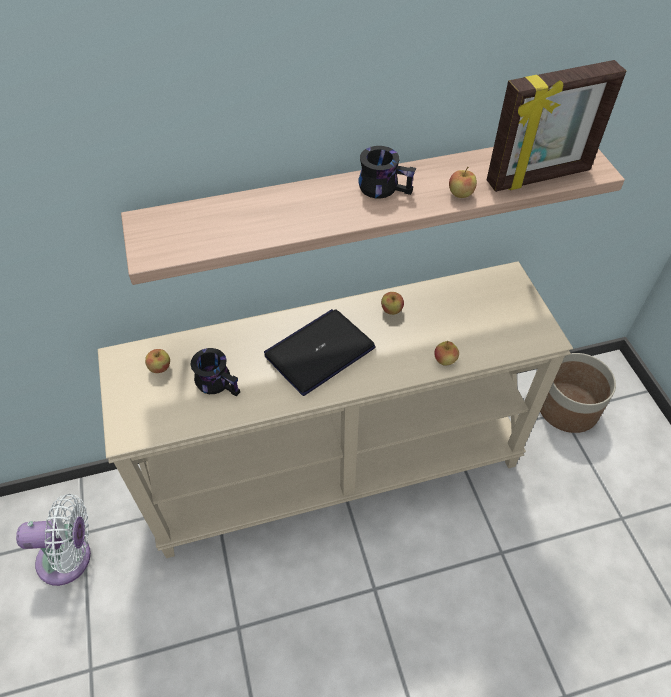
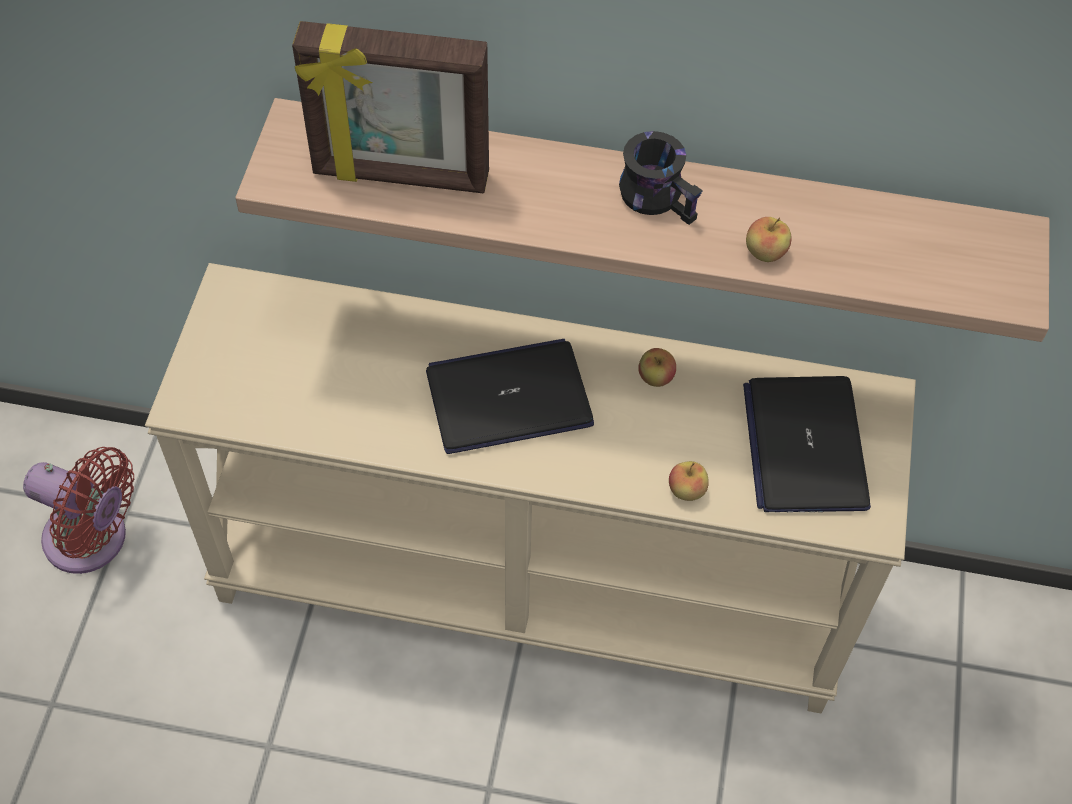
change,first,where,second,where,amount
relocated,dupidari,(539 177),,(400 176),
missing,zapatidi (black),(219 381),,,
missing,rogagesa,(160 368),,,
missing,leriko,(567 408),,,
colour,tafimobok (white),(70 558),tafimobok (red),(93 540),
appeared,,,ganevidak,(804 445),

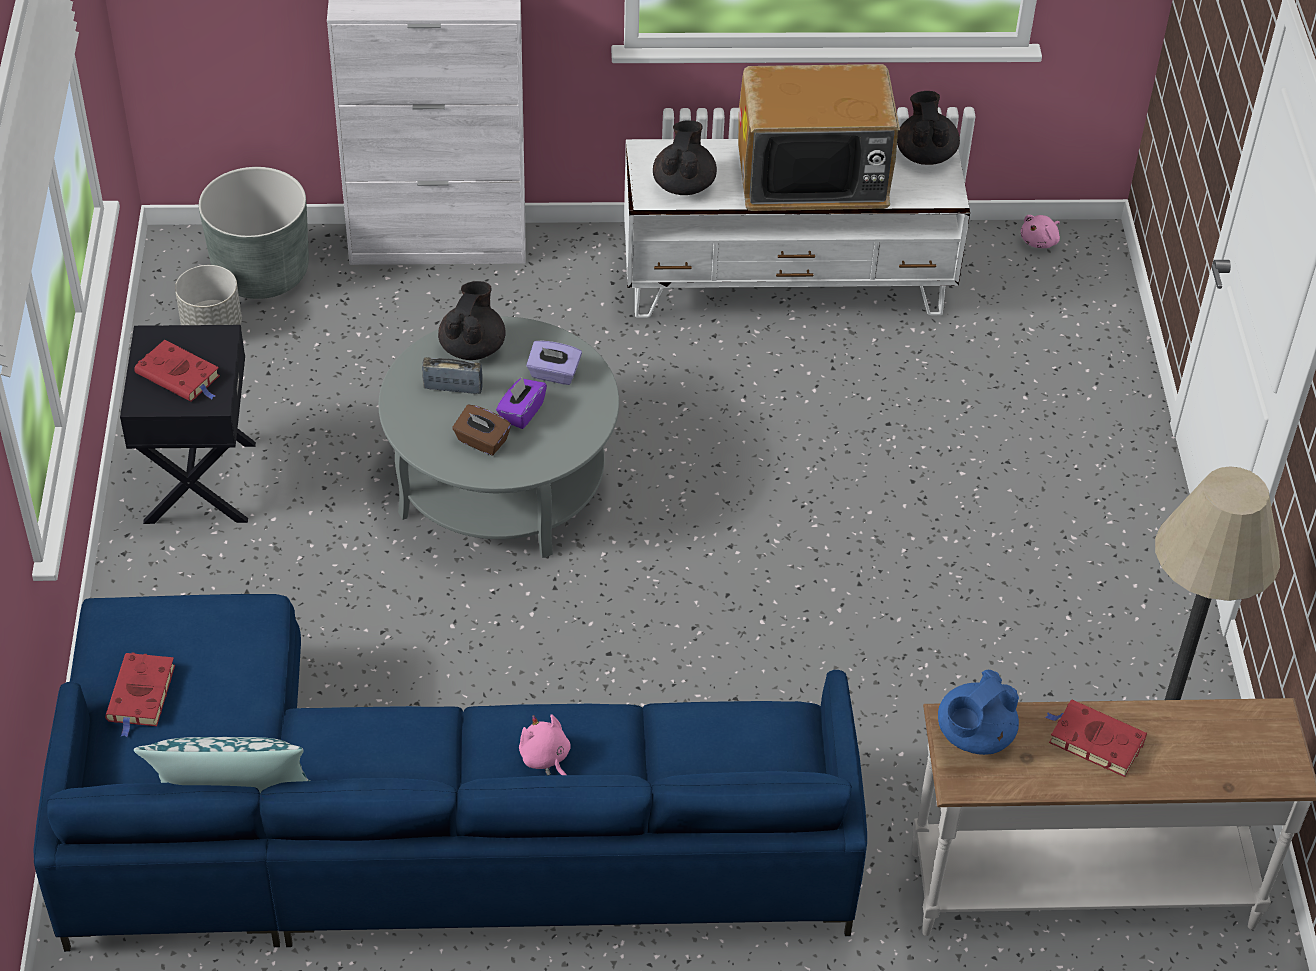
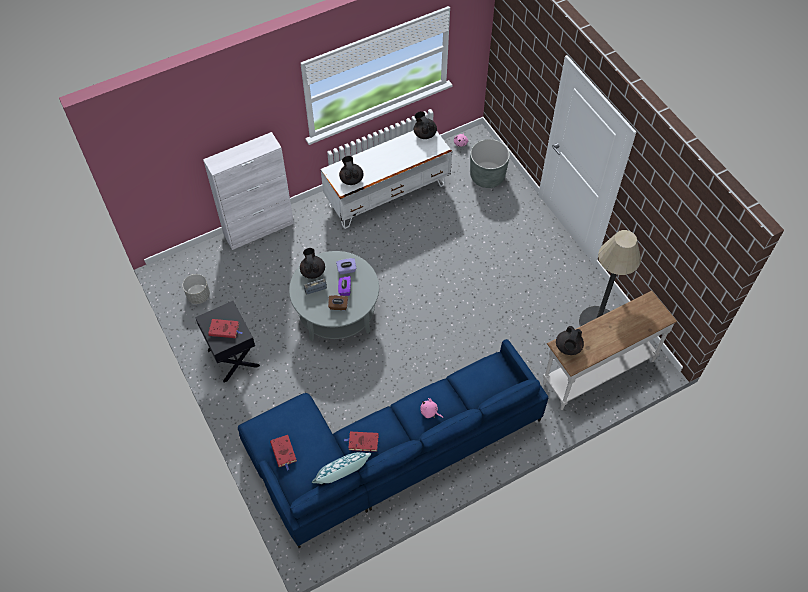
change,first,where,second,where,amount
missing,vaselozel,(813 176),,,
relocated,leriko (grey),(261 272),,(487 176),
colour,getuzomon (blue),(973 736),getuzomon (black),(568 347),
relocated,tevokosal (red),(1094 740),,(362 442),

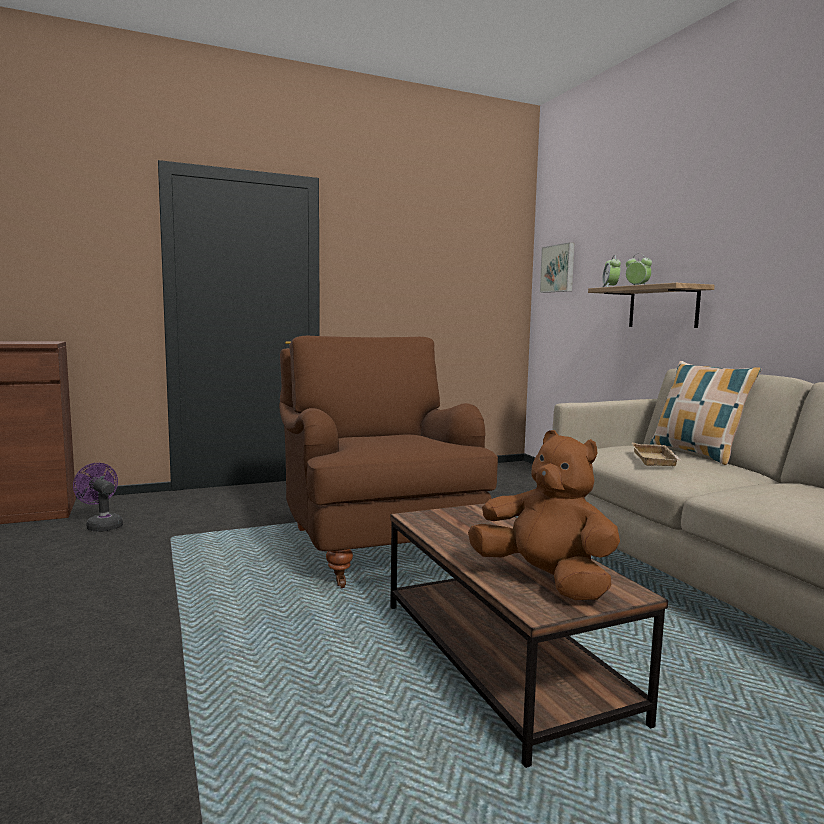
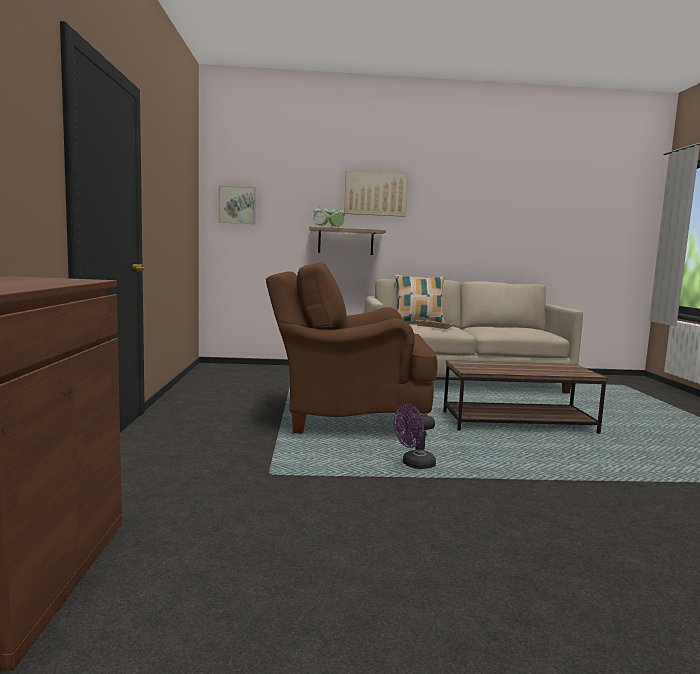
change,first,where,second,where,amount
missing,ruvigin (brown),(545 580),,,
relocated,tafimobok (purple),(102 525),,(414 465),
appeared,,,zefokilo,(375 194),

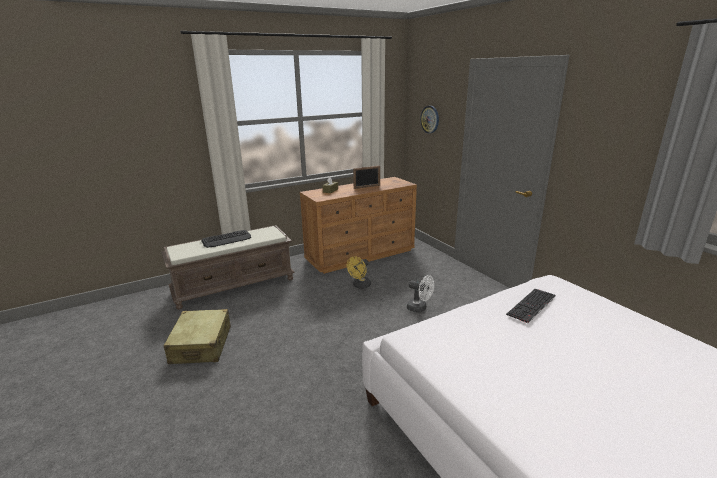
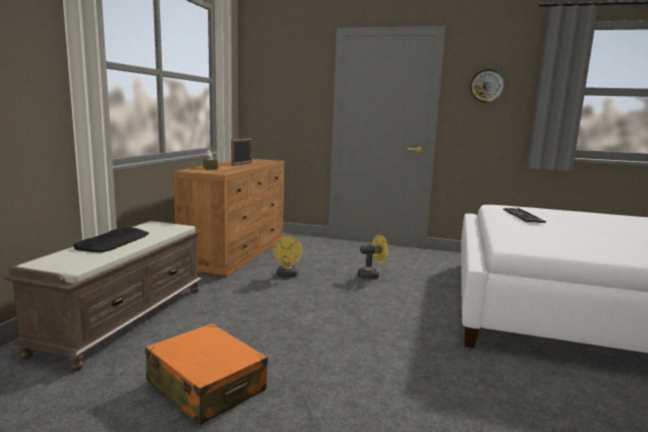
change,first,where,second,where,amount
relocated,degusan,(430 119),,(486 86),
colour,tafimobok (white),(419 308),tafimobok (yellow),(371 275),
colour,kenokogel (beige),(201 345),kenokogel (orange),(206 386),

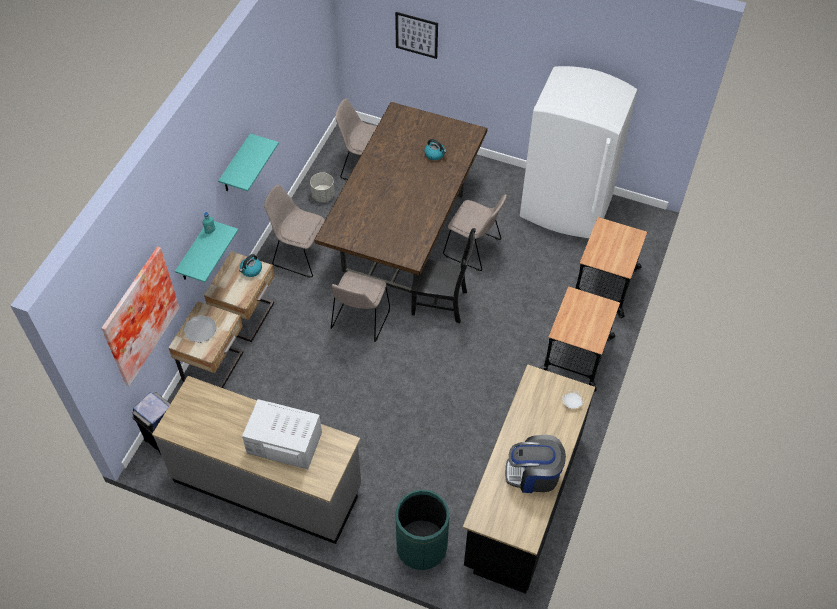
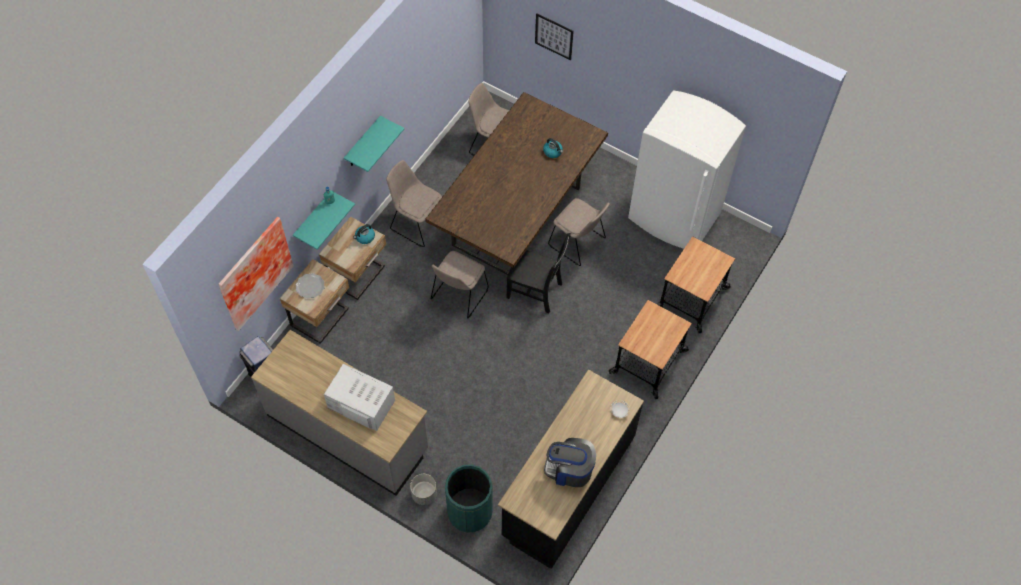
change,first,where,second,where,amount
relocated,leriko (grey),(323 195),,(424 494),

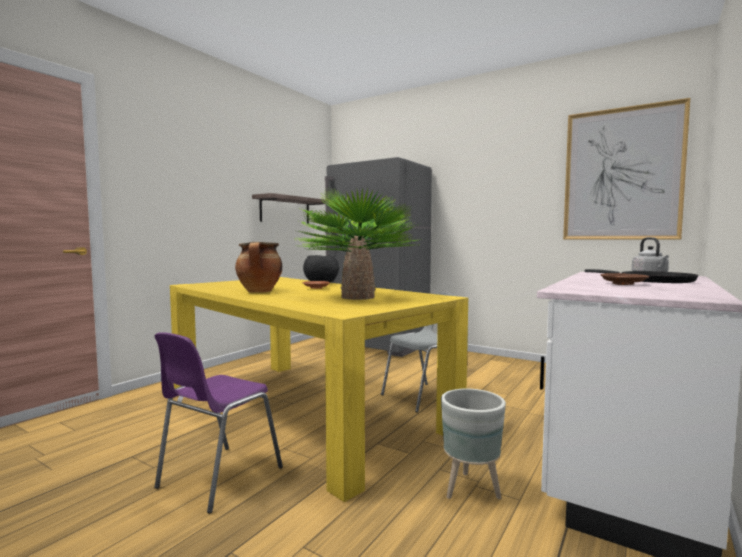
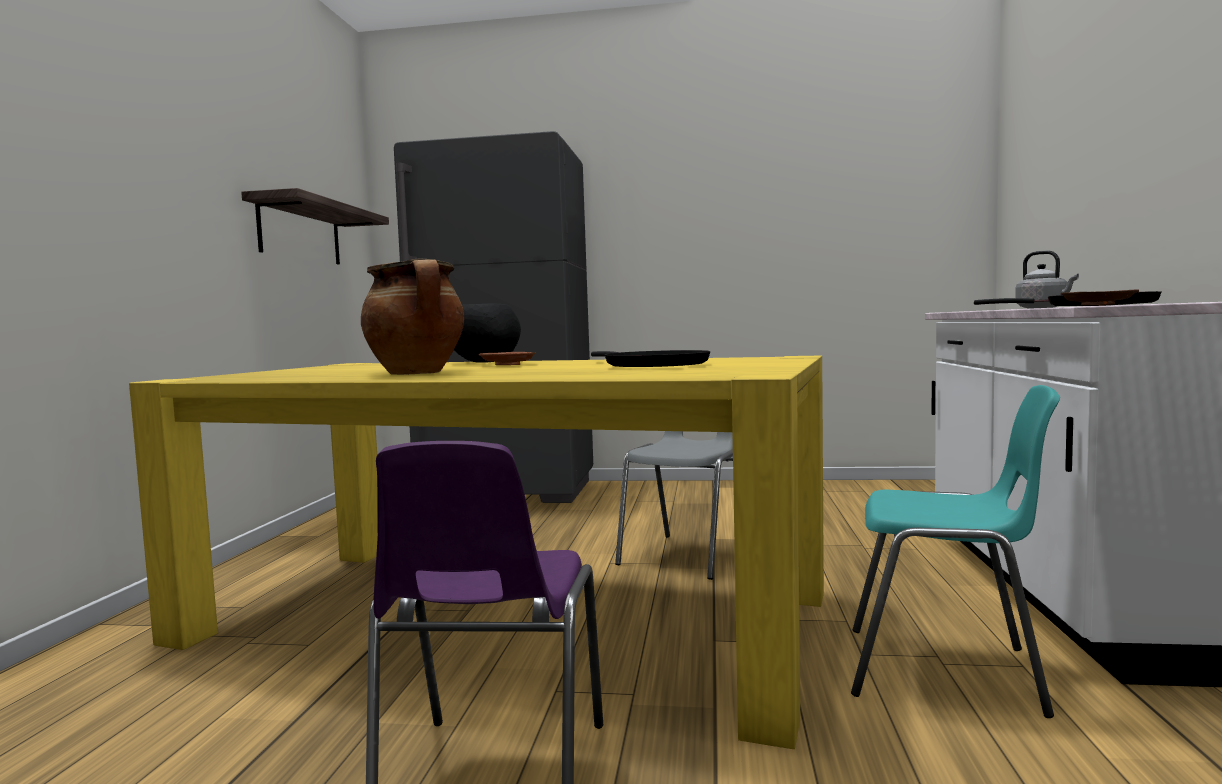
change,first,where,second,where,amount
missing,zefokilo,(622 174),,,
exchanged,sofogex,(357 297),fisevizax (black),(651 365),
exchanged,leriko (grey),(471 490),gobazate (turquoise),(947 672),

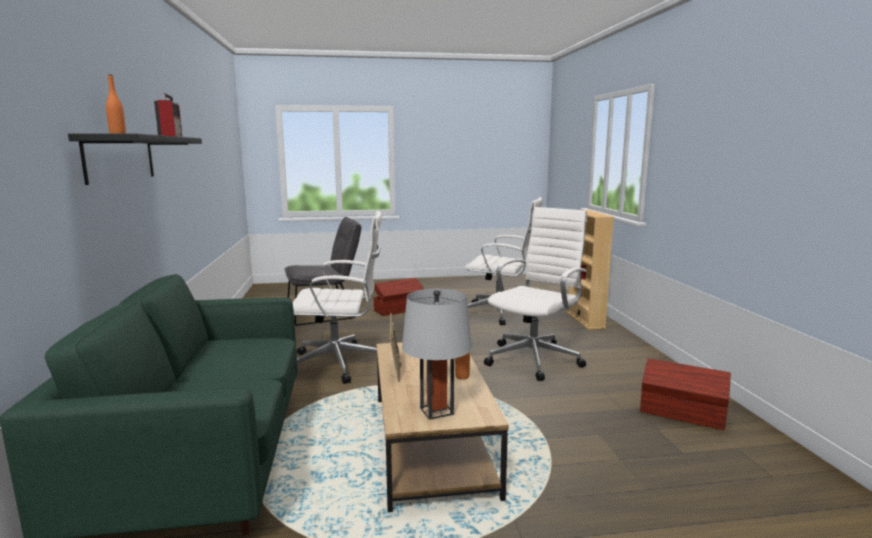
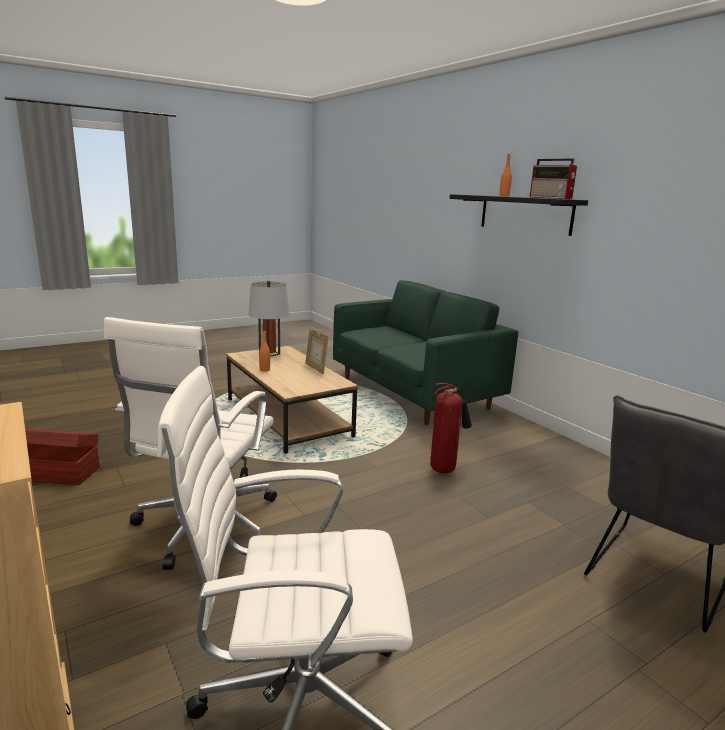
change,first,where,second,where,amount
exchanged,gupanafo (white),(340 363),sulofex,(445 469),
missing,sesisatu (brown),(399 310),,,

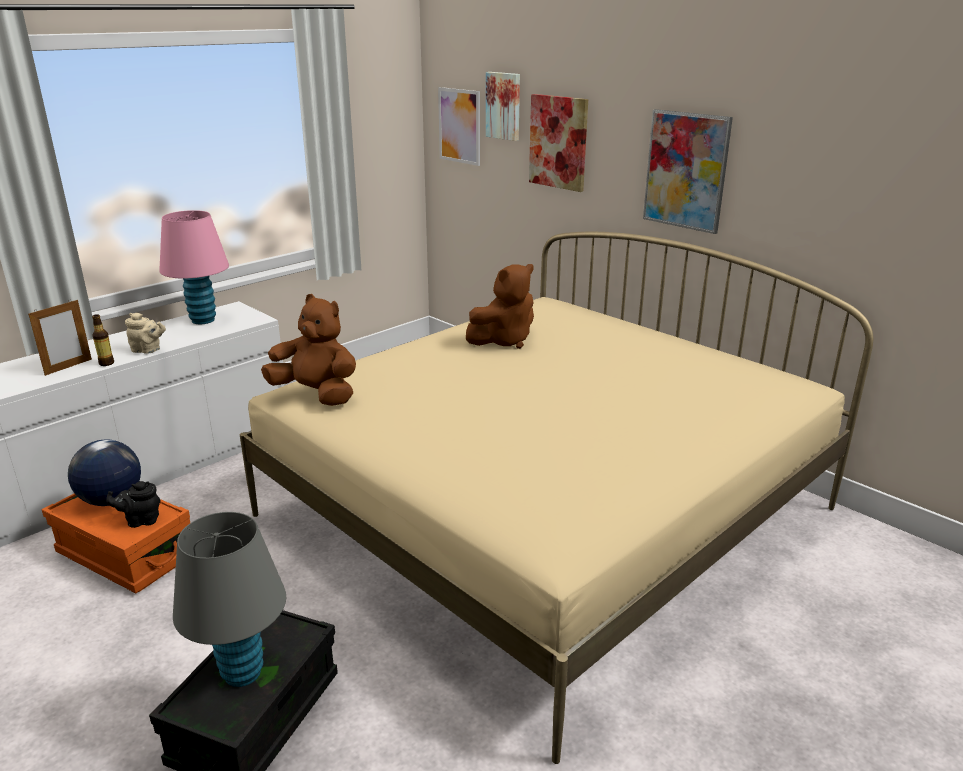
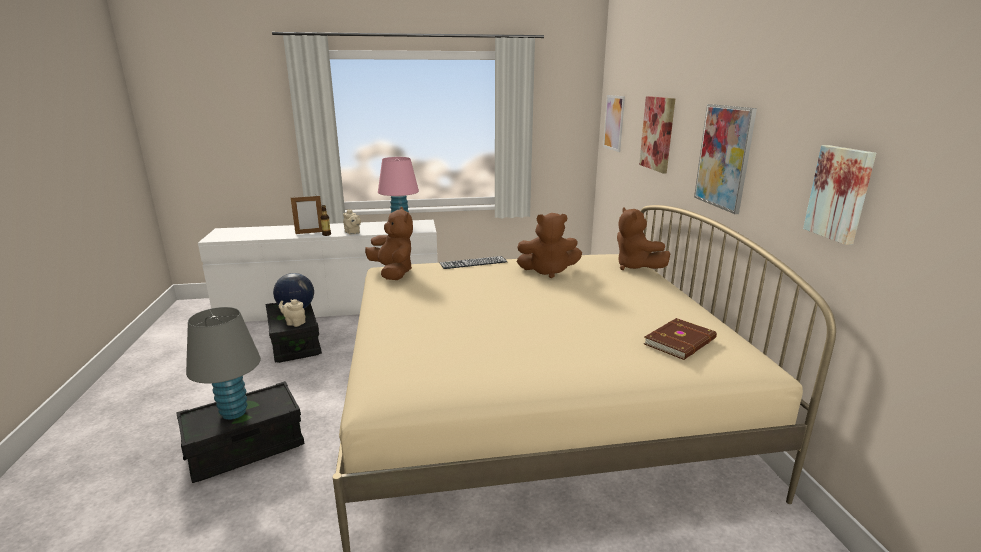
change,first,where,second,where,amount
relocated,zefokilo,(504 106),,(840 193),
colour,getuzomon (black),(141 520),getuzomon (beige),(294 323),
colour,sesisatu (orange),(126 555),sesisatu (black),(295 343),
appeared,,,ruvigin (brown),(635 267),
appeared,,,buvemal,(473 262),
appeared,,,tevokosal (brown),(681 342),

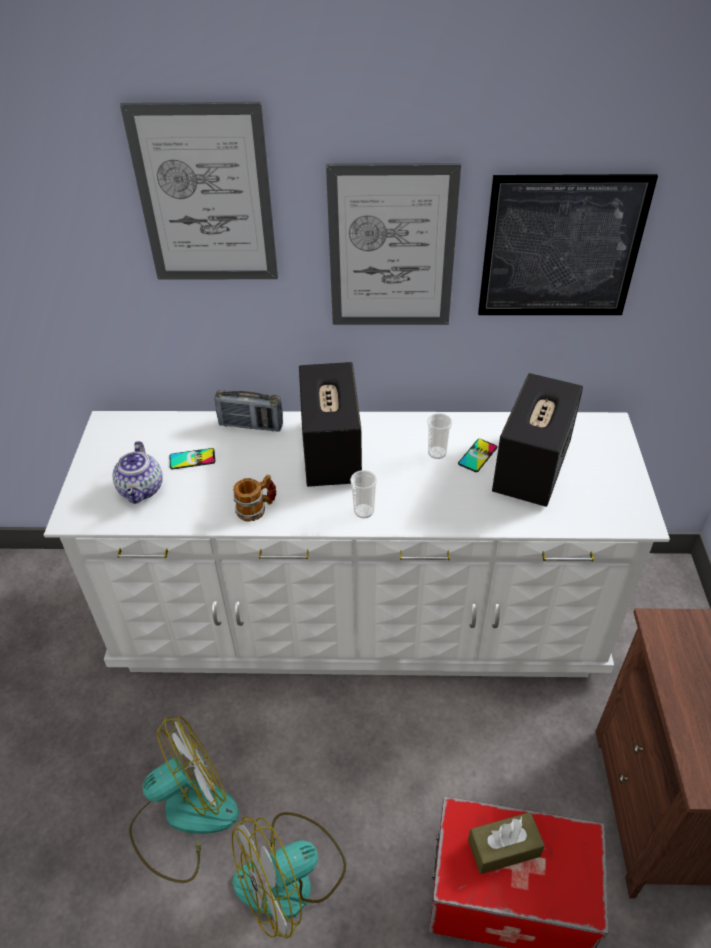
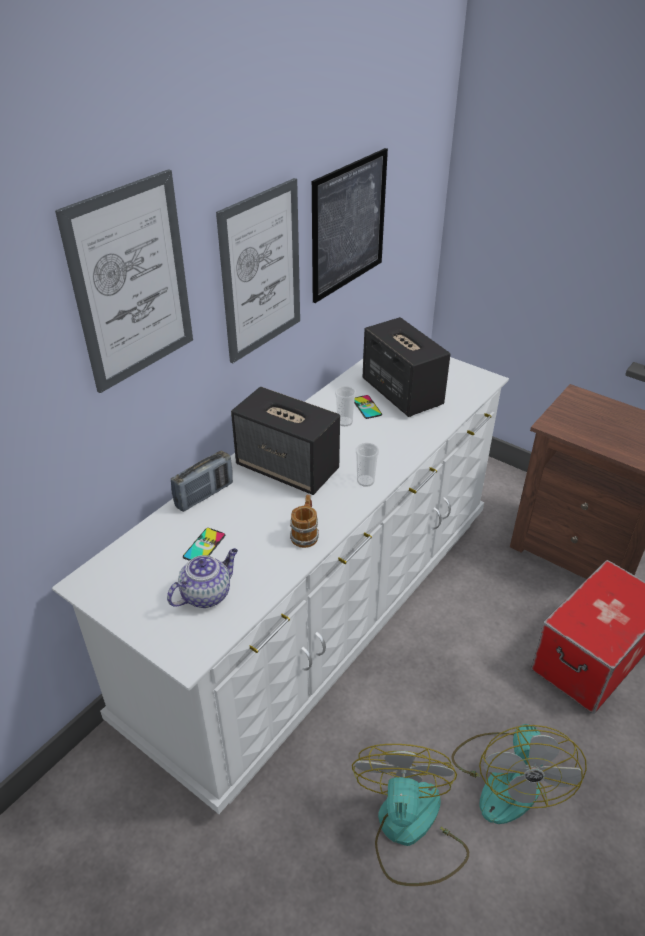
change,first,where,second,where,amount
spun,getuzomon,(142 490),,(207 594),75 degrees counterclockwise
missing,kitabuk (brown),(504 848),,,

